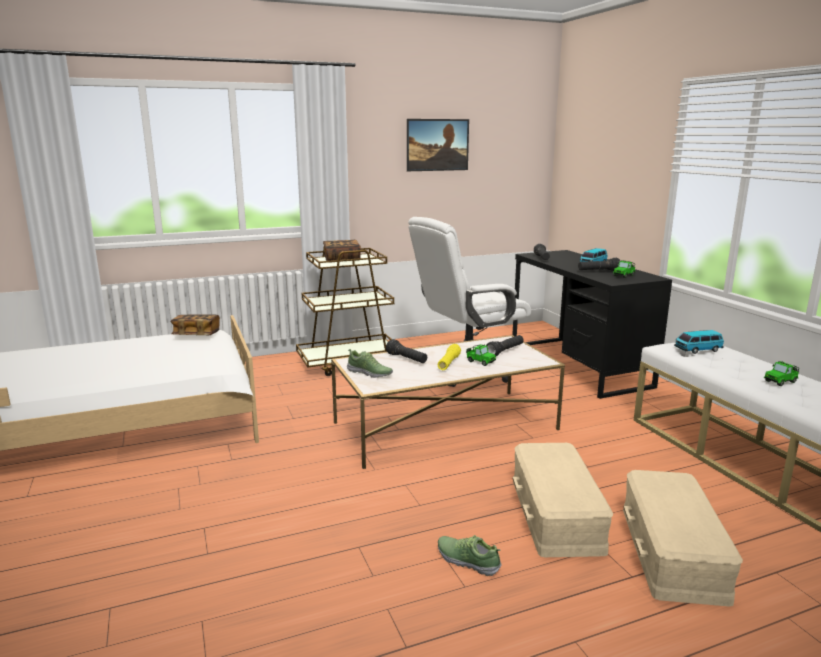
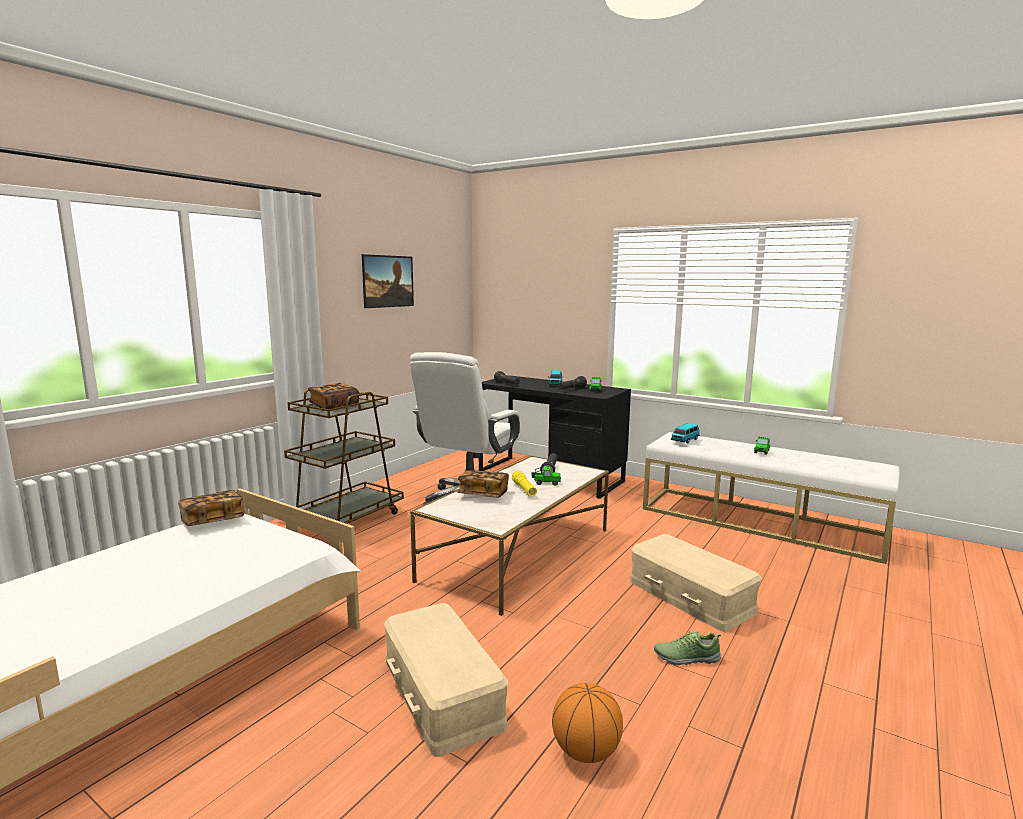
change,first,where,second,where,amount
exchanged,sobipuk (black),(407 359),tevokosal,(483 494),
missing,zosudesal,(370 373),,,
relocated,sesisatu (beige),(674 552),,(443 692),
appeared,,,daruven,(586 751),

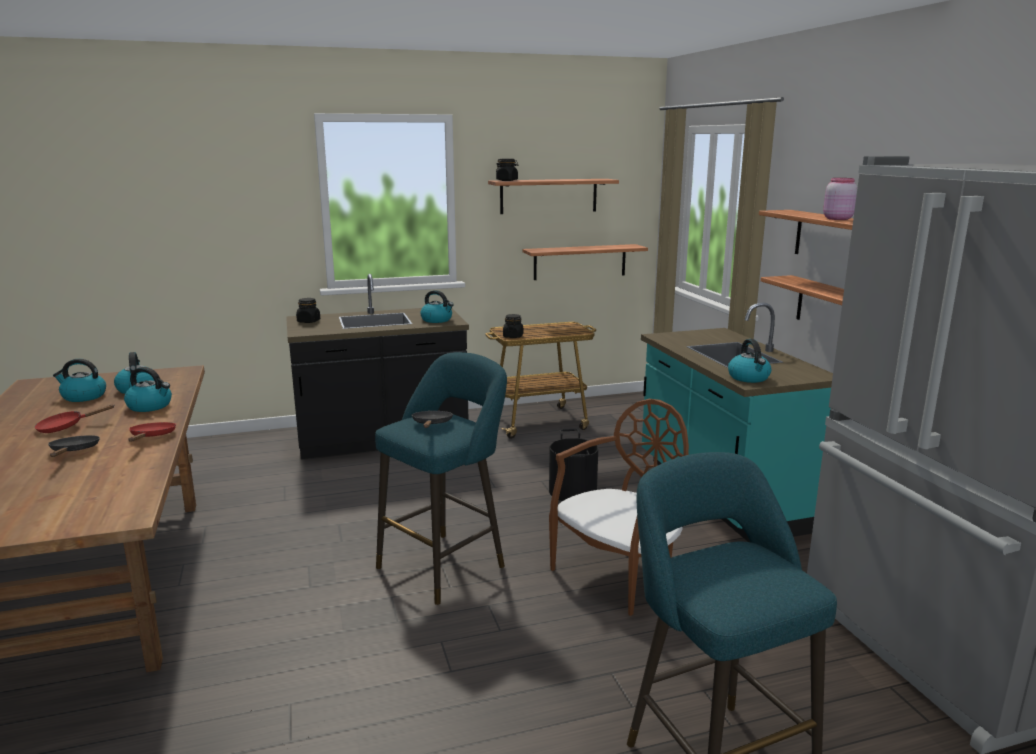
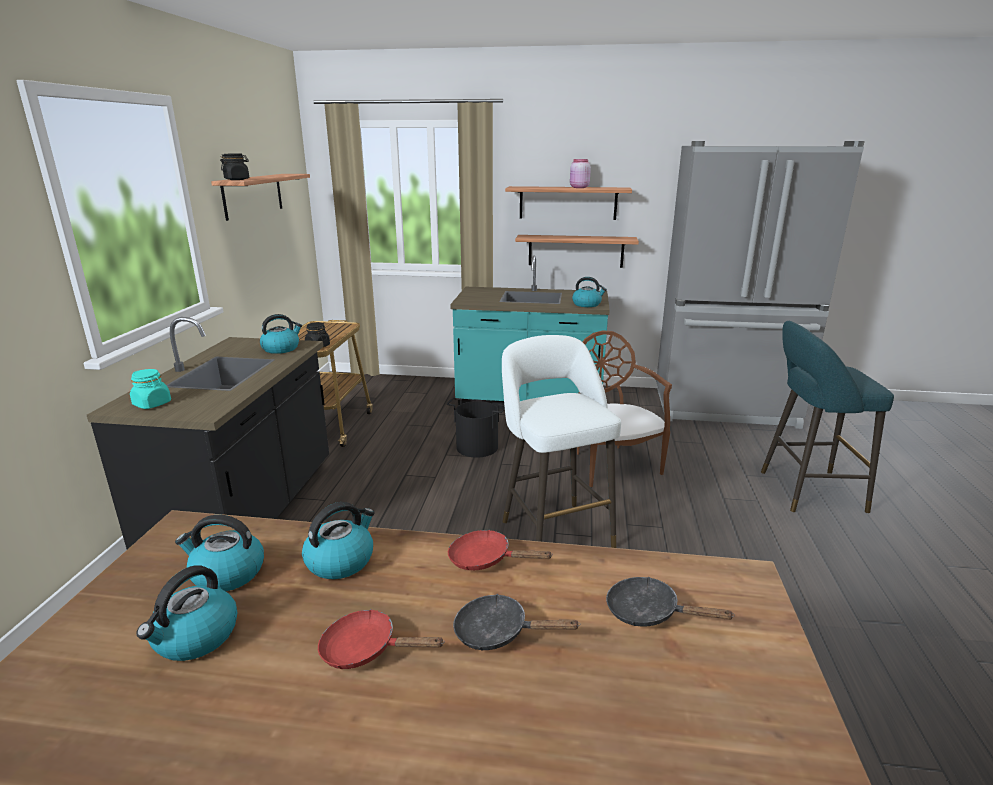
change,first,where,second,where,amount
missing,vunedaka,(580 262),,,
colour,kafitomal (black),(308 321),kafitomal (turquoise),(152 404),
colour,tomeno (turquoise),(446 564),tomeno (white),(554 530),
spun,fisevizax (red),(65 427),,(366 649),105 degrees clockwise
relocated,fisevizax (black),(432 424),,(649 612),

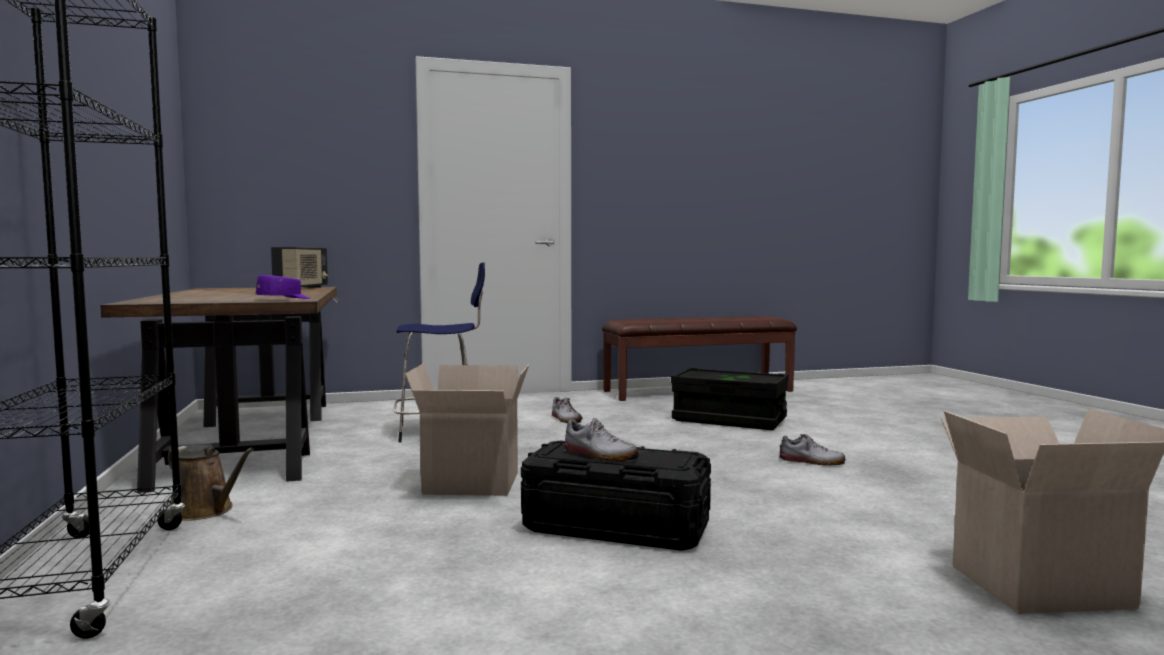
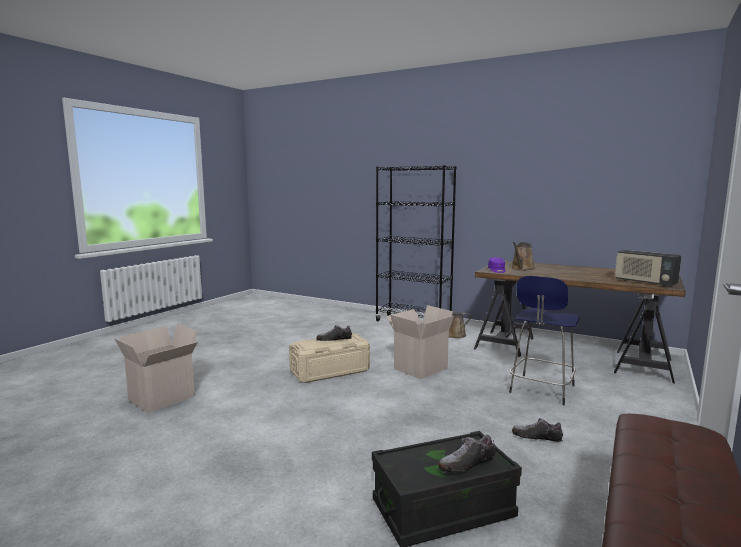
change,first,where,second,where,amount
relocated,zosudesal,(811 461),,(466 464),
colour,sesisatu (black),(616 527),sesisatu (beige),(330 371),
appeared,,,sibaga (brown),(522 268),

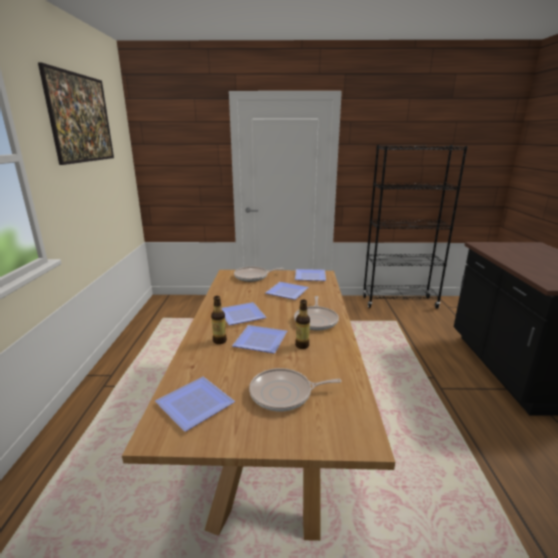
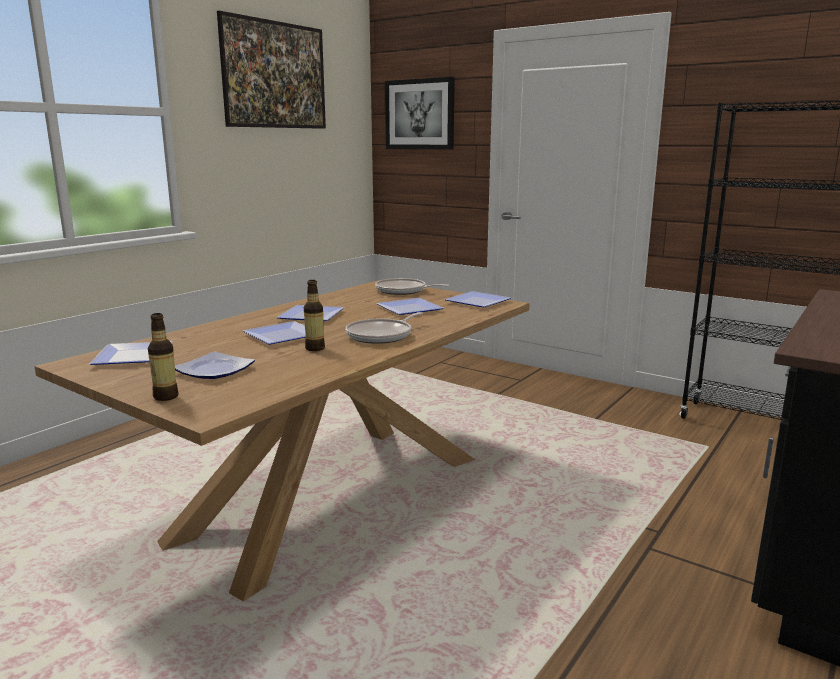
change,first,where,second,where,amount
relocated,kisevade,(219 341),,(166 397),
exchanged,fisevizax,(284 394),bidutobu,(214 371),
appeared,,,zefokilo,(420 114),

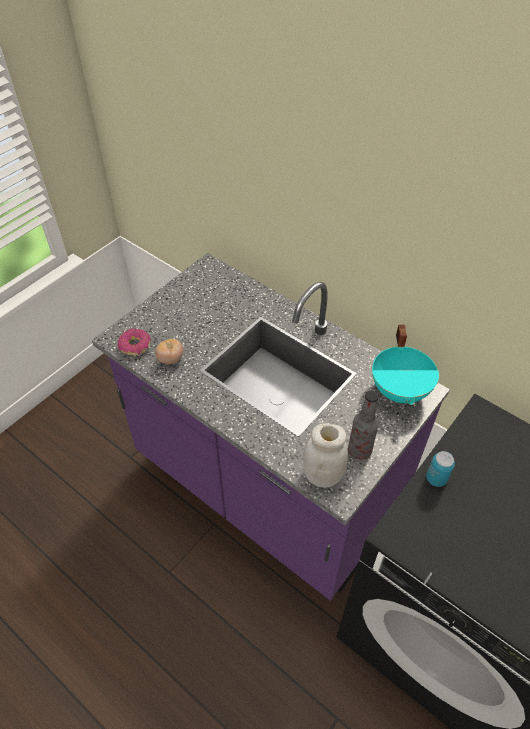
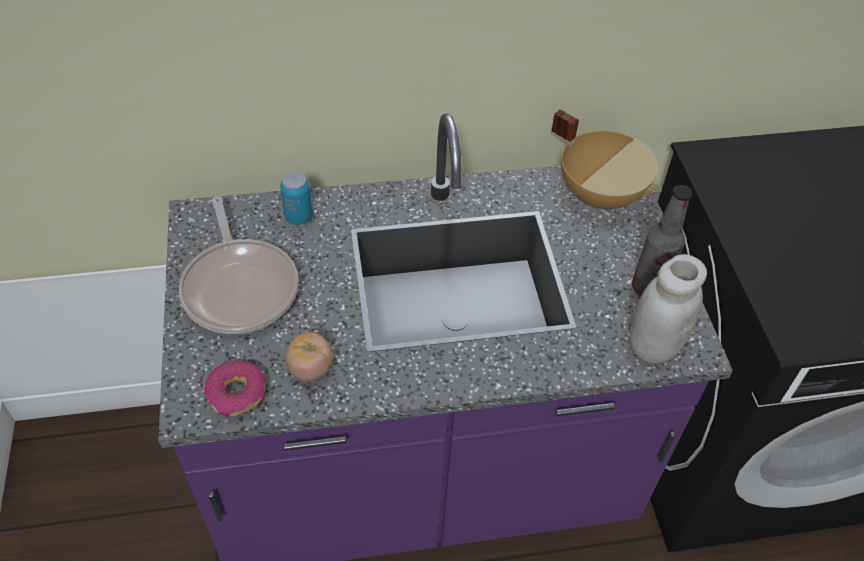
change,first,where,second,where,amount
colour,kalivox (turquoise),(400 390),kalivox (beige),(601 194),
relocated,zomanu,(436 478),,(298 217),
appeared,,,fisevizax,(240 287),

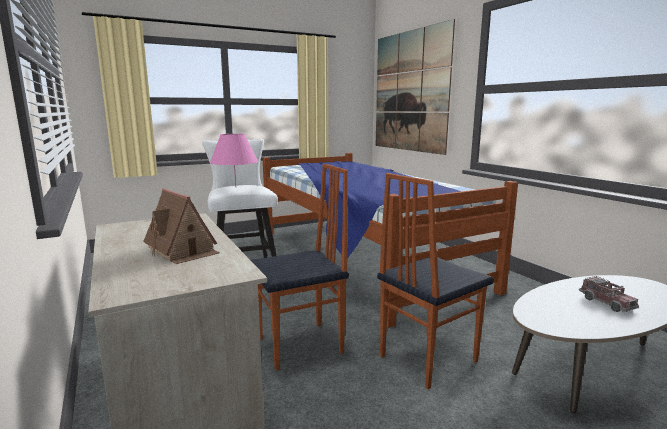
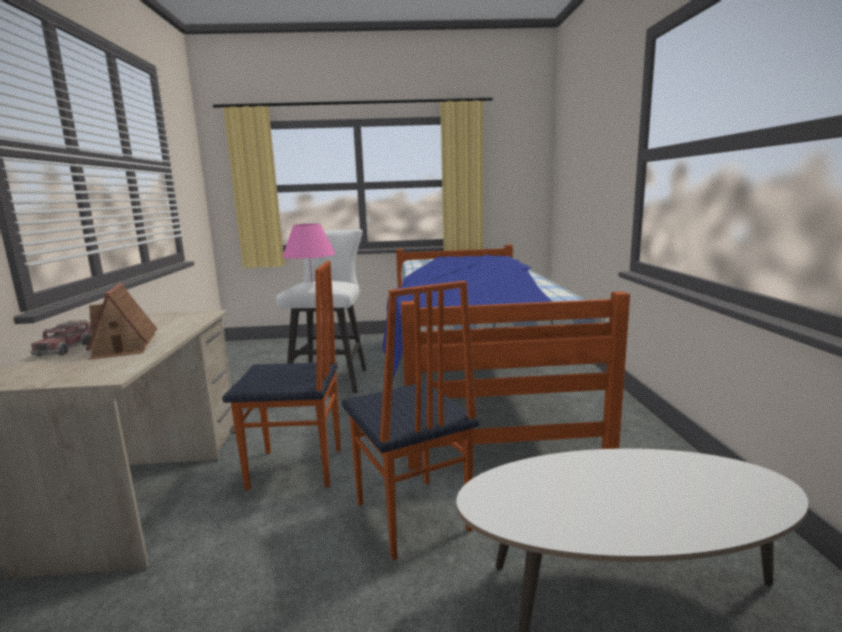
change,first,where,second,where,amount
missing,zefokilo,(410 92),,,
spun,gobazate,(426 358),,(410 517),105 degrees counterclockwise
relocated,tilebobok,(607 302),,(65 349),

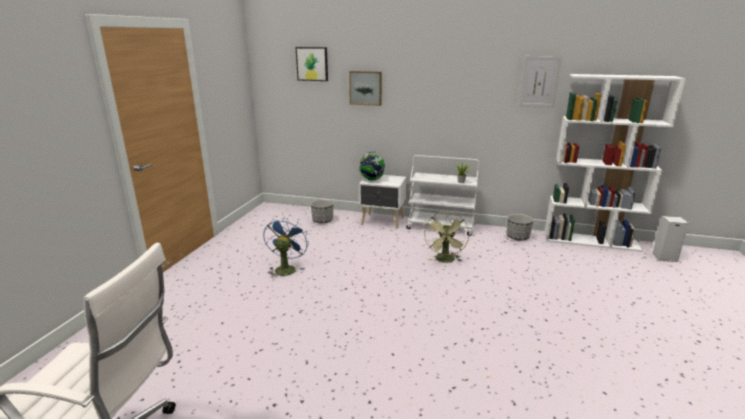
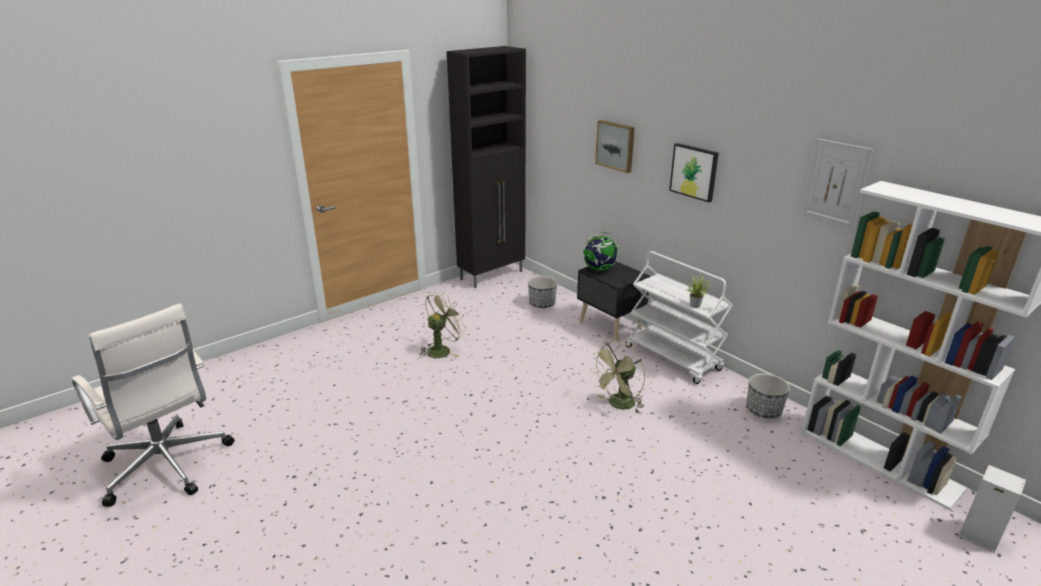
change,first,where,second,where,amount
relocated,zefokilo,(312 64),,(694 171),
colour,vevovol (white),(383 221),vevovol (black),(610 326),
colour,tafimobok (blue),(286 268),tafimobok (green),(442 350),
appeared,,,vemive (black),(492 275),

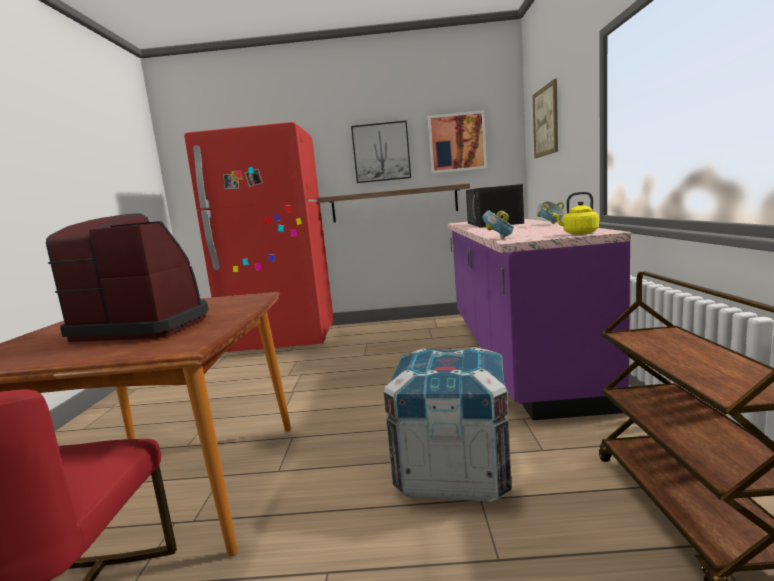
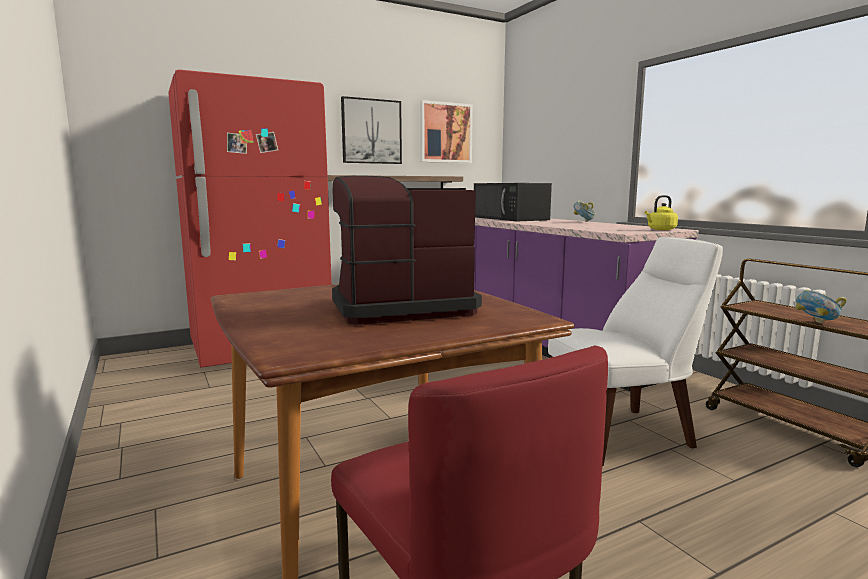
change,first,where,second,where,amount
missing,zefokilo,(545 121),,,
relocated,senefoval,(499 239),,(816 323),
exchanged,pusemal,(453 470),gobazate (white),(624 434),

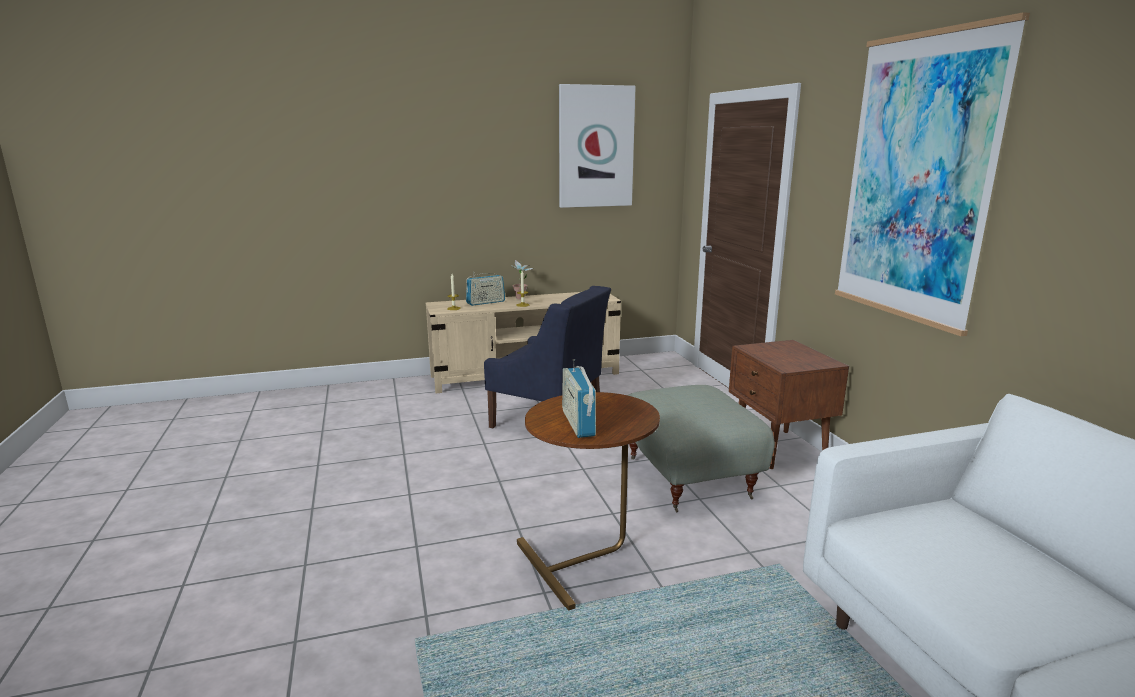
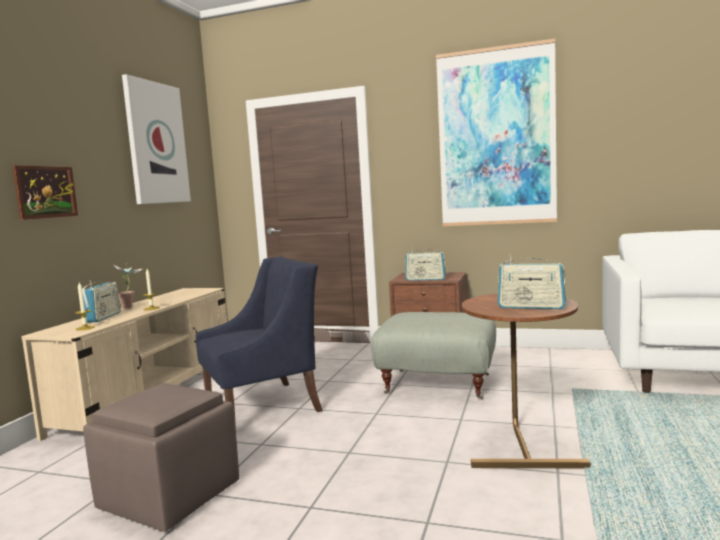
change,first,where,second,where,amount
appeared,,,zefokilo,(46 192),
appeared,,,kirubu,(425 279),
appeared,,,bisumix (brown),(169 495),

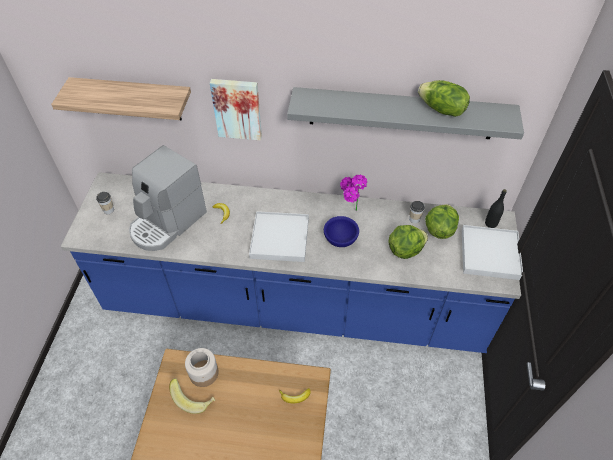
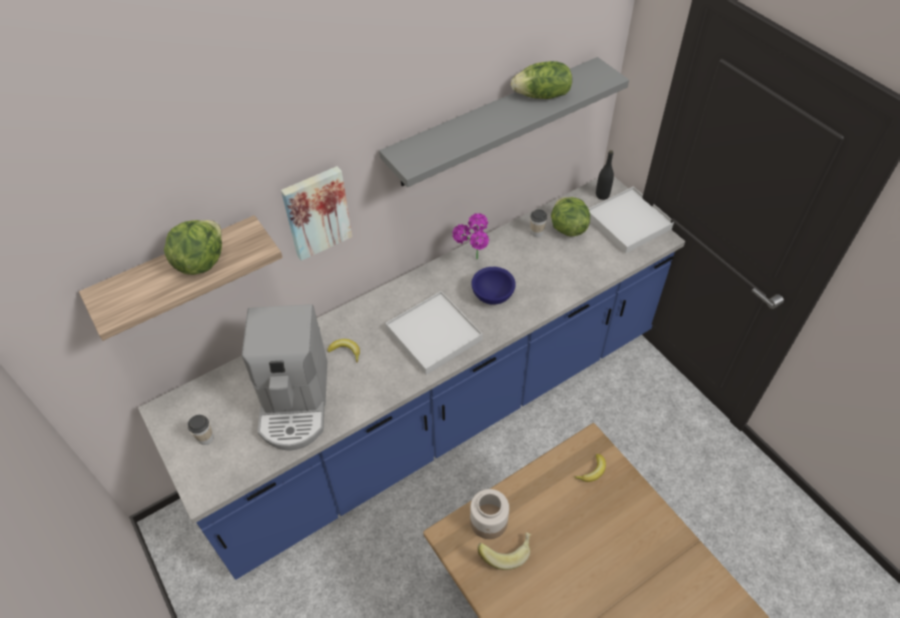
change,first,where,second,where,amount
relocated,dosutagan,(405 250),,(200 262),

